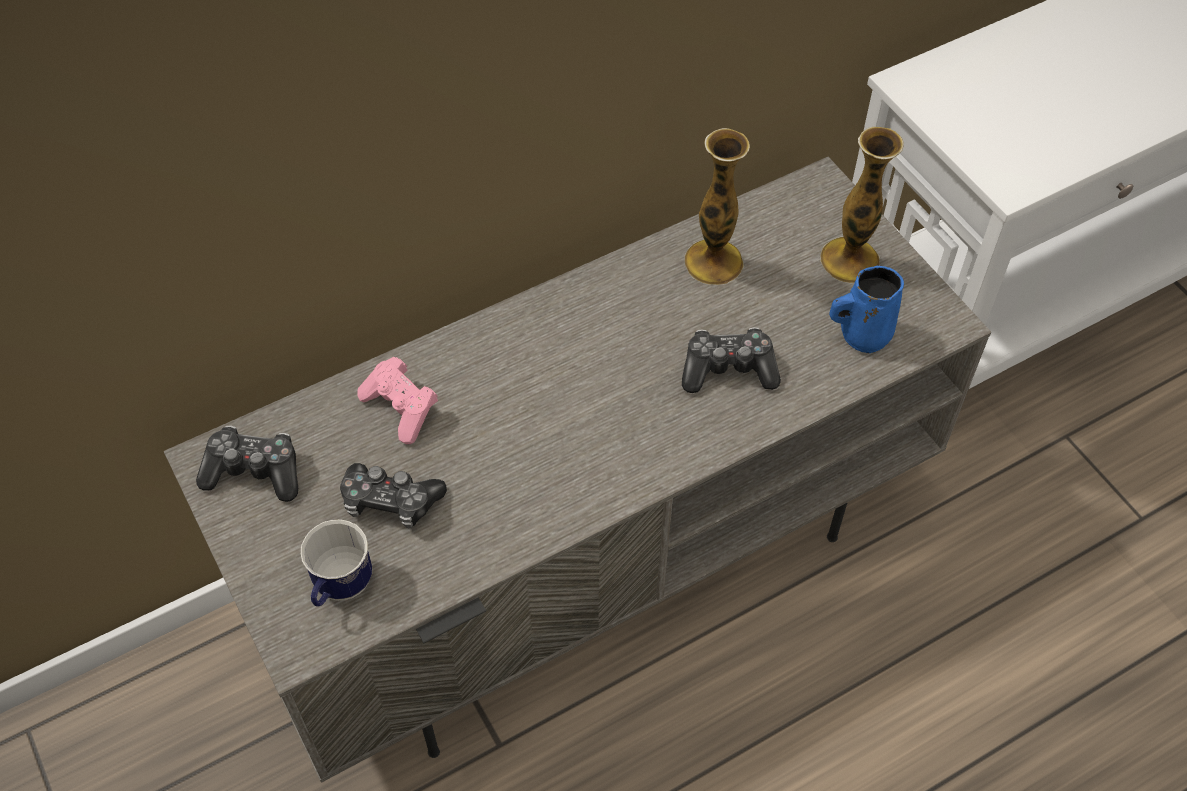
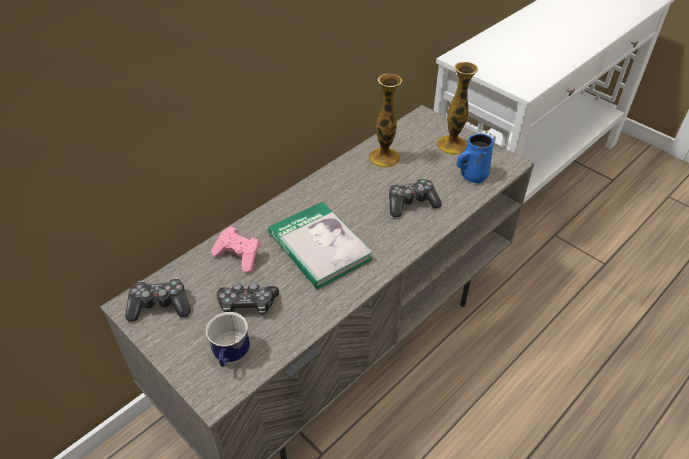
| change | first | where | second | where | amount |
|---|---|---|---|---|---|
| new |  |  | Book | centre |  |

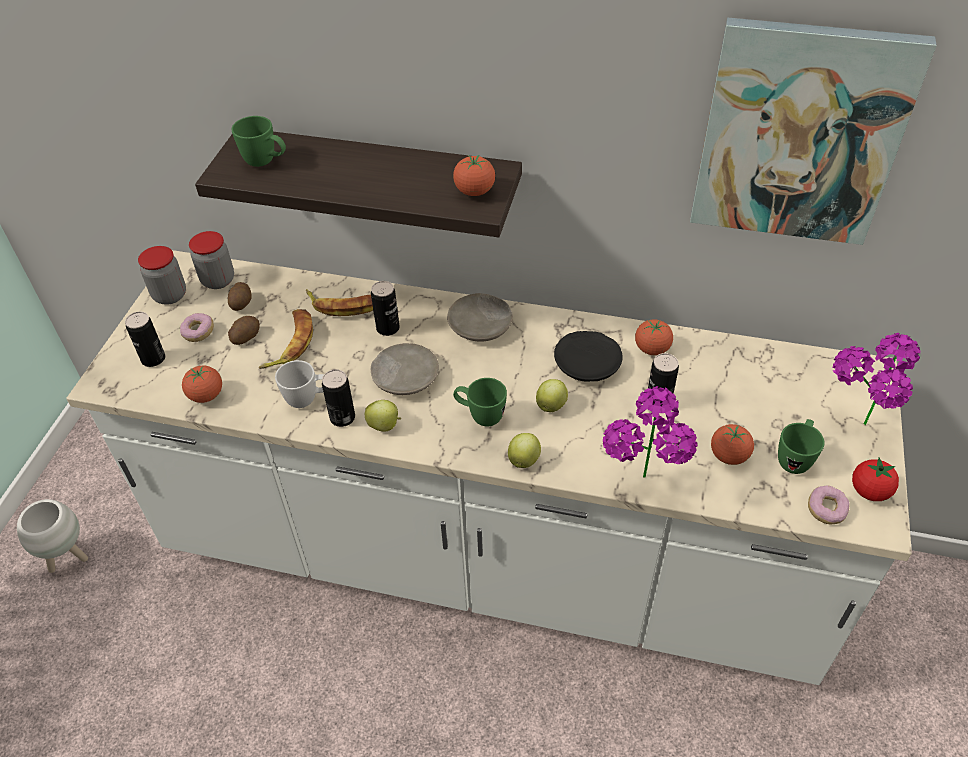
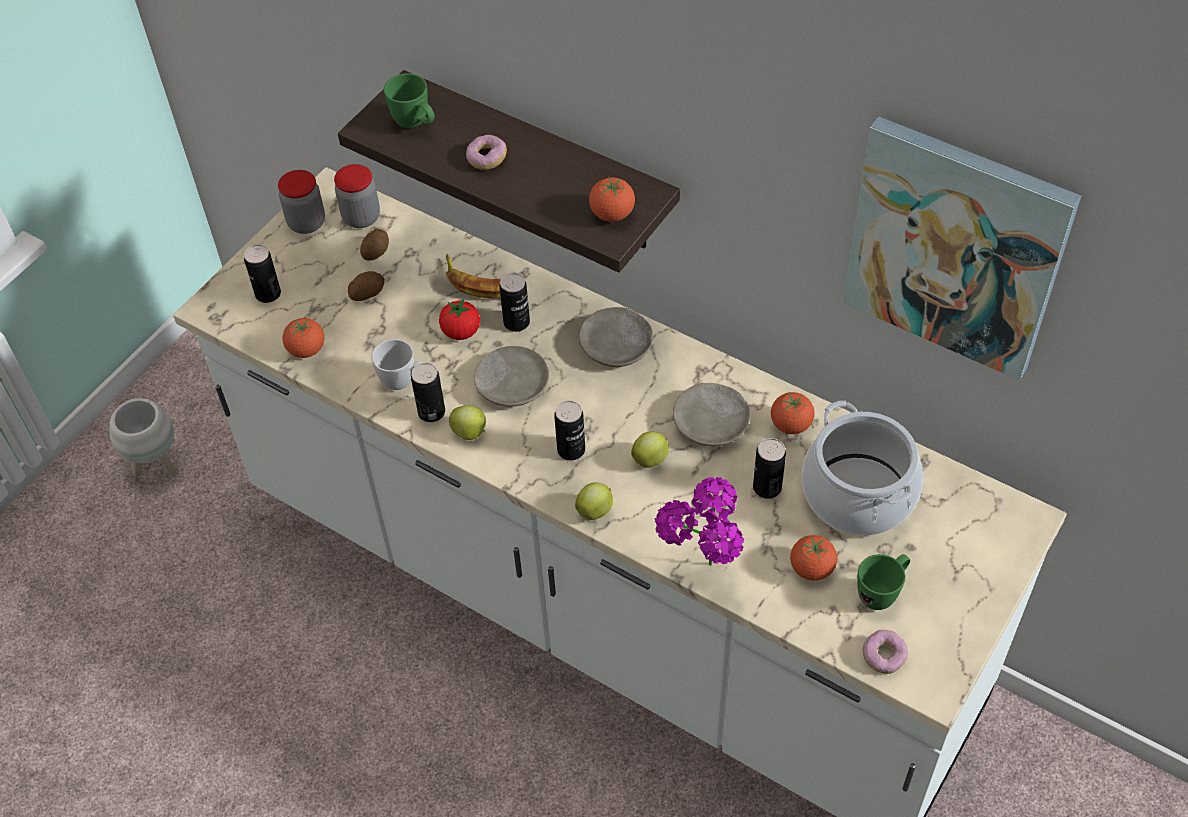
| change | first | where | second | where | amount |
|---|---|---|---|---|---|
| gone | Banana (no. 1 from left) | middle left |  |  |  |
| shifted | Doughnut (no. 1 from left) | middle left |  | top centre |  |
| repainted | BlackPlate | centre | BeigeColouredPlate (no. 3 from left) | centre |  |
| gone | Houseplant (no. 2 from left) | middle right |  |  |  |
| swapped | GreenishMug (no. 2 from left) | centre | MetalCan (no. 4 from left) | centre |  |
| shifted | Tomato (no. 5 from left in the first image) | middle right | Tomato (no. 2 from left) | centre |  |
| new |  |  | CookingPot | middle right |  |

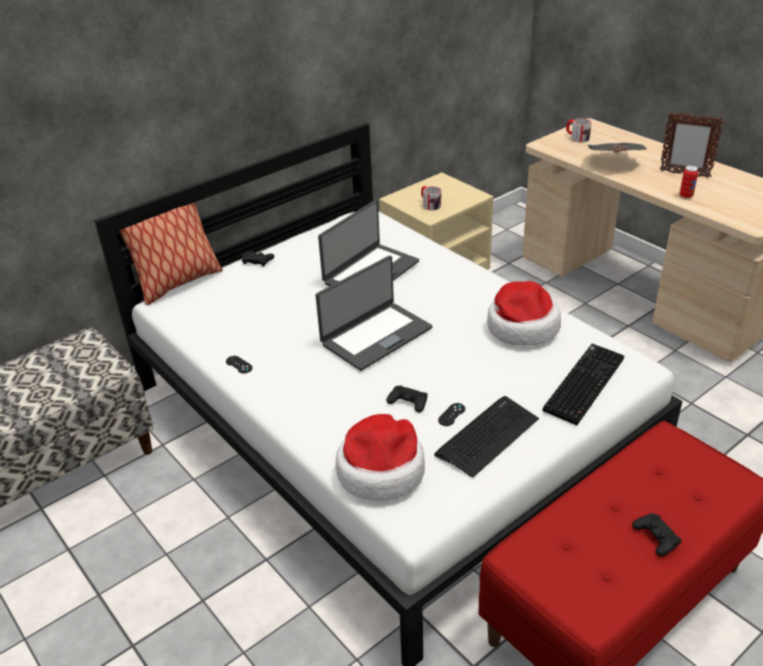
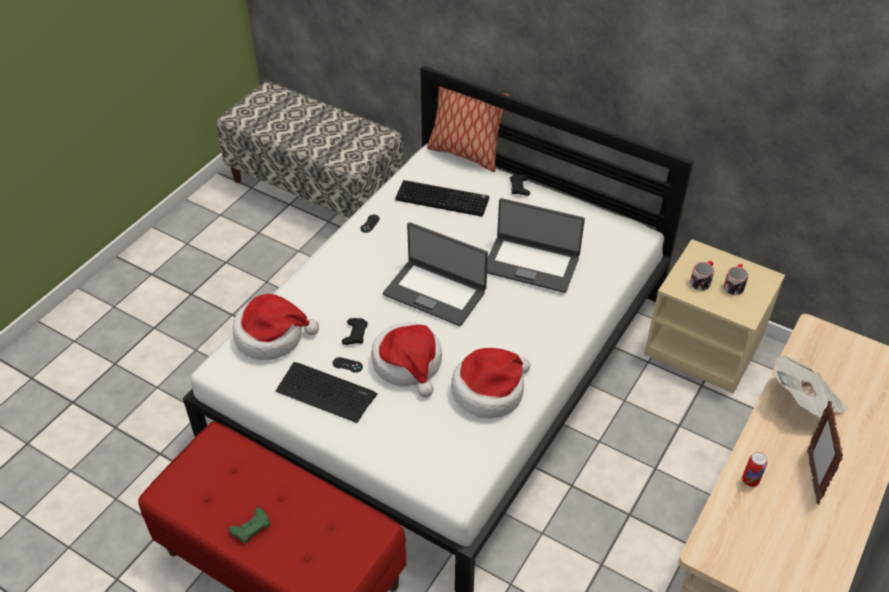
| change | first | where | second | where | amount |
|---|---|---|---|---|---|
| shifted | Mug (no. 2 from left) | top right |  | middle right |  |
| shifted | Keyboard (no. 2 from left) | middle right |  | centre |  |
| repainted | BlackGamepad (no. 5 from left) | bottom right | GreenishGamepad | bottom left |  |
| new |  |  | Hat (no. 2 from left) | centre |  |

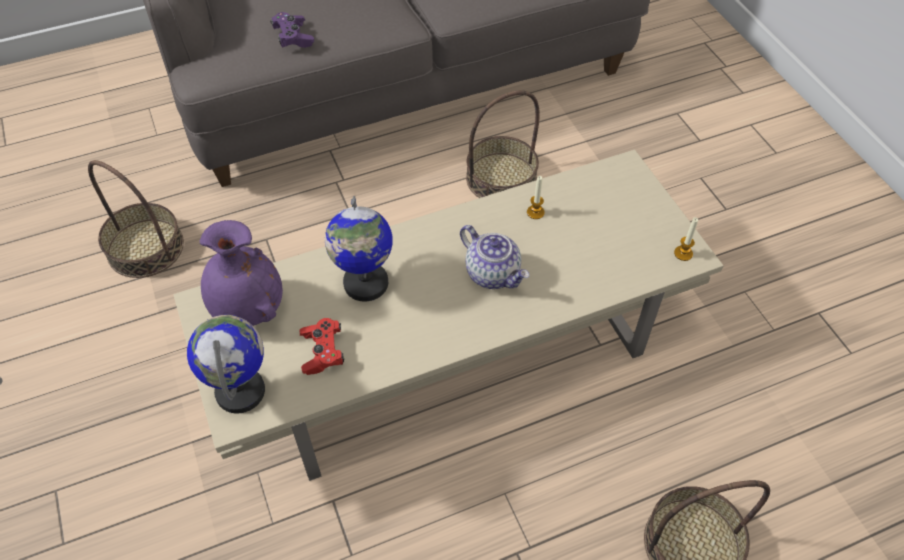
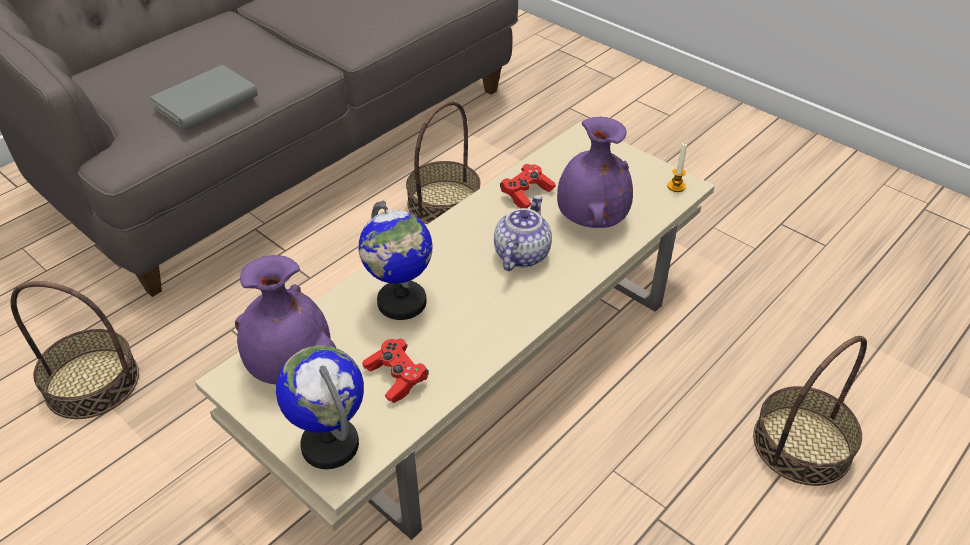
| change | first | where | second | where | amount |
|---|---|---|---|---|---|
| swapped | PurpleGamepad | top left | GreyBook | top left |  |
| swapped | WaxLight (no. 1 from left) | centre | RedGamepad (no. 2 from left) | centre |  |
| rotated | PotForTea | centre |  | centre | 90 degrees counterclockwise |
| new |  |  | PurpleDecorativeVase (no. 2 from left) | top centre |  |

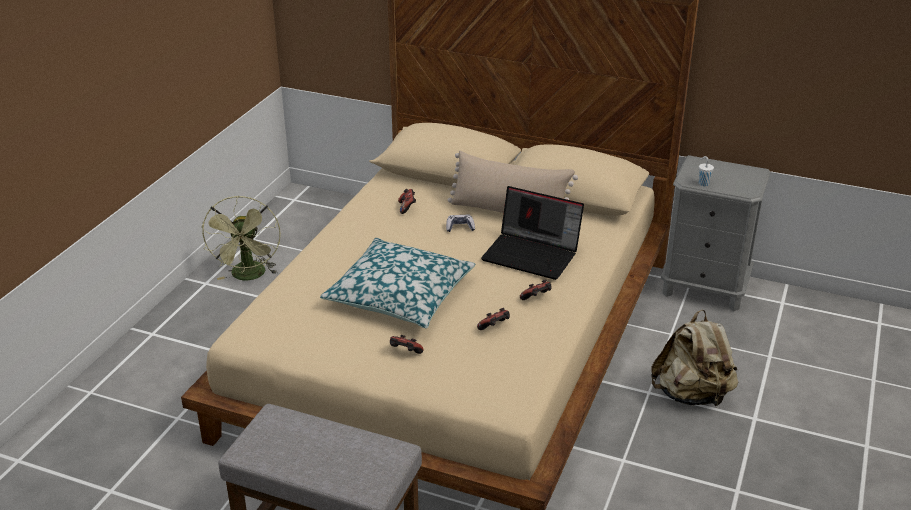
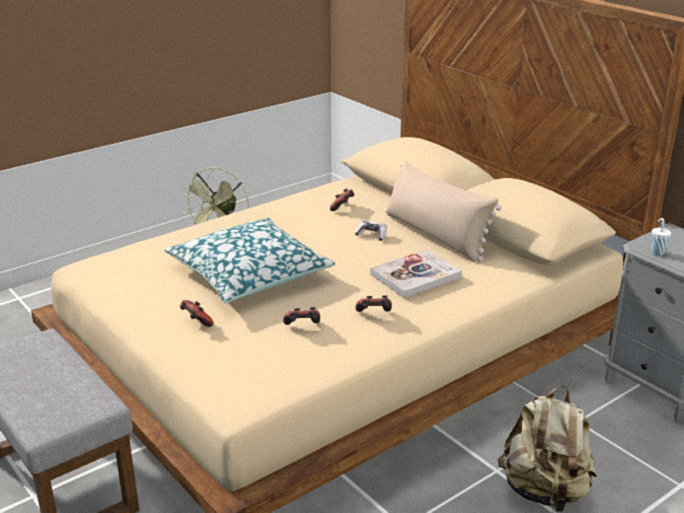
| change | first | where | second | where | amount |
|---|---|---|---|---|---|
| swapped | Laptop | centre | Book | centre |  |

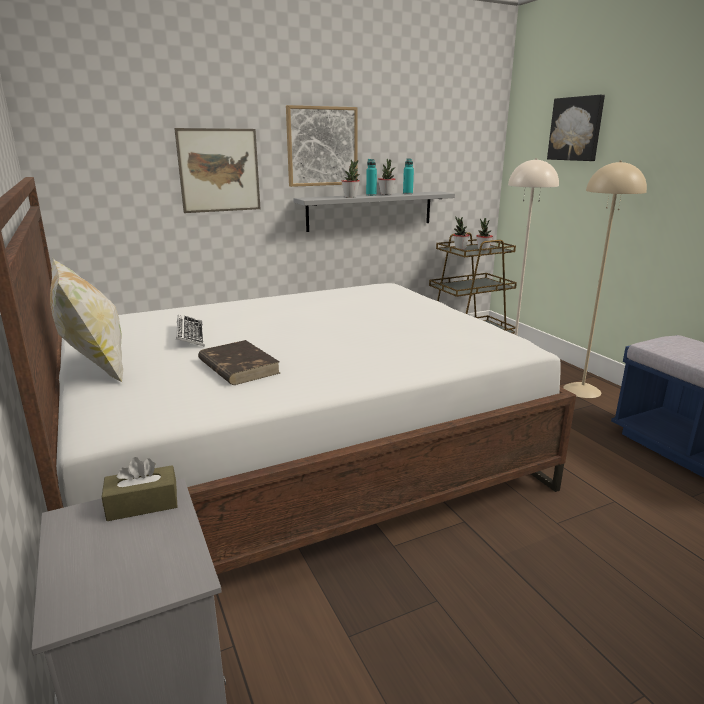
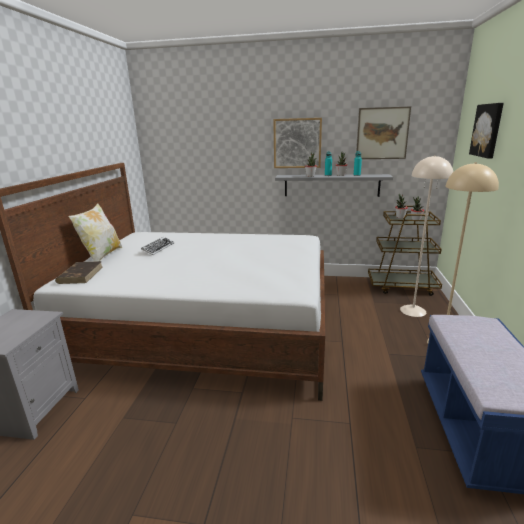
| change | first | where | second | where | amount |
|---|---|---|---|---|---|
| shifted | Picture (no. 1 from left in the first image) | top left | Picture (no. 2 from left) | top right |  |
| shifted | BrownBook | centre |  | middle left |  |
| gone | BrownTissueHolder | bottom left |  |  |  |

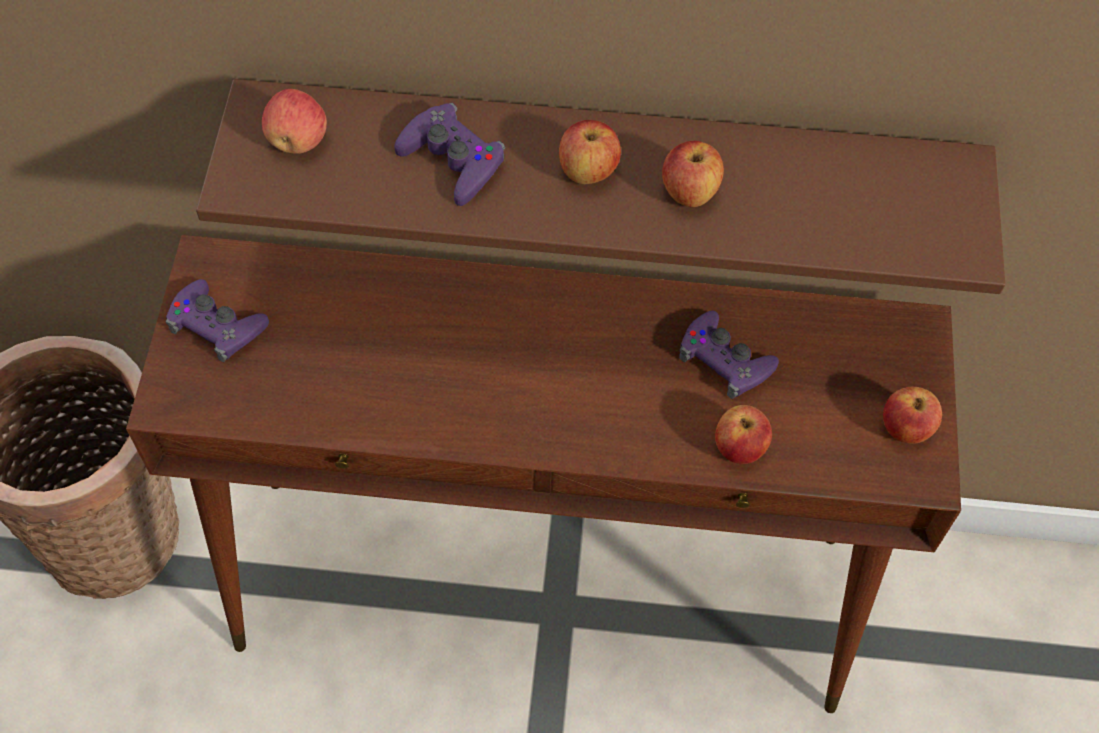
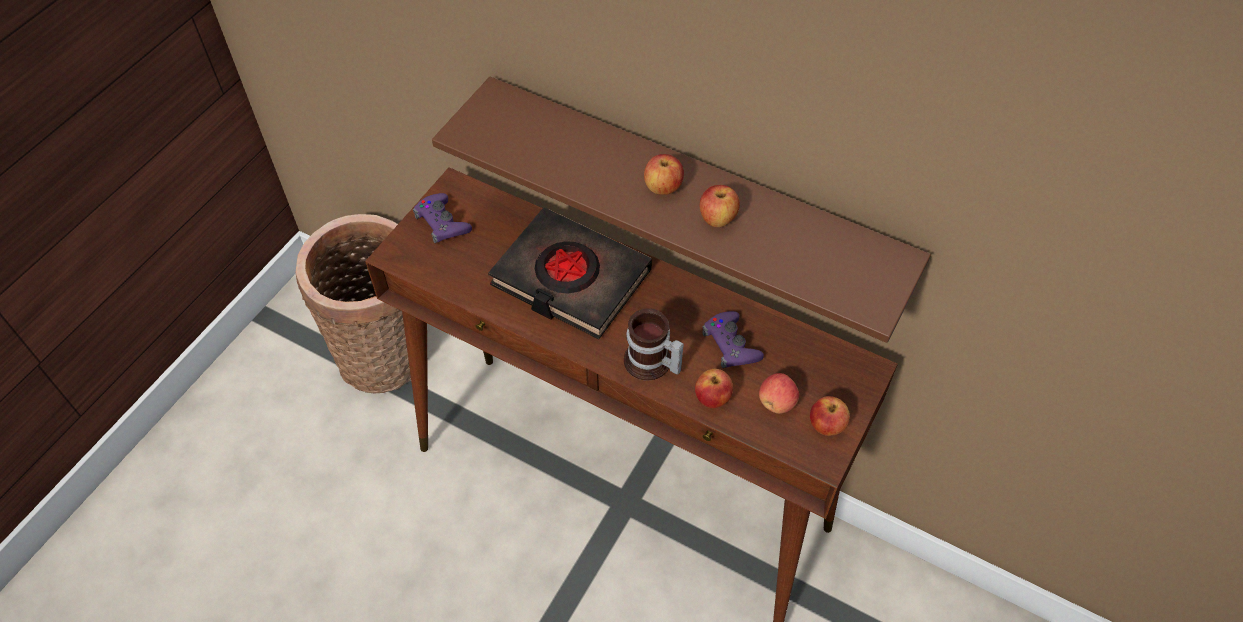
| change | first | where | second | where | amount |
|---|---|---|---|---|---|
| shifted | AppleFruit (no. 1 from left in the first image) | top left | AppleFruit (no. 4 from left) | centre |  |
| gone | PurpleGamepad (no. 2 from left) | top centre |  |  |  |
| new |  |  | BlackBook | centre |  |
| new |  |  | Mug | centre |  |

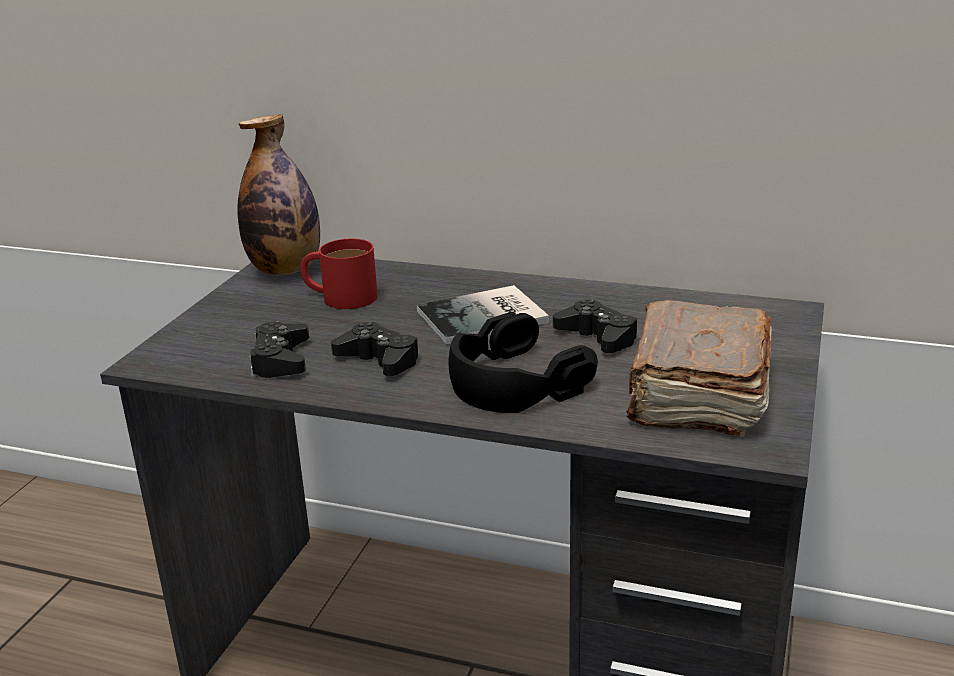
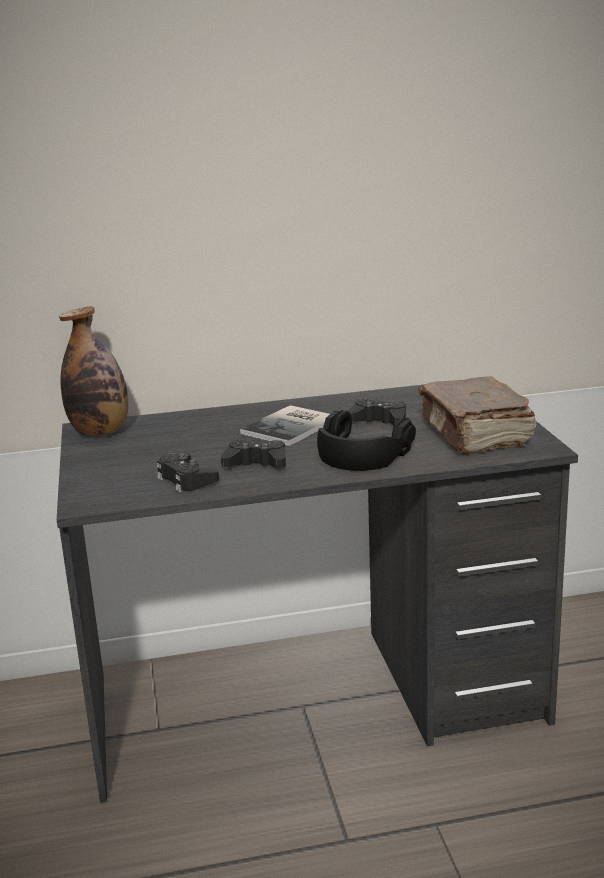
| change | first | where | second | where | amount |
|---|---|---|---|---|---|
| gone | RedMug | centre |  |  |  |

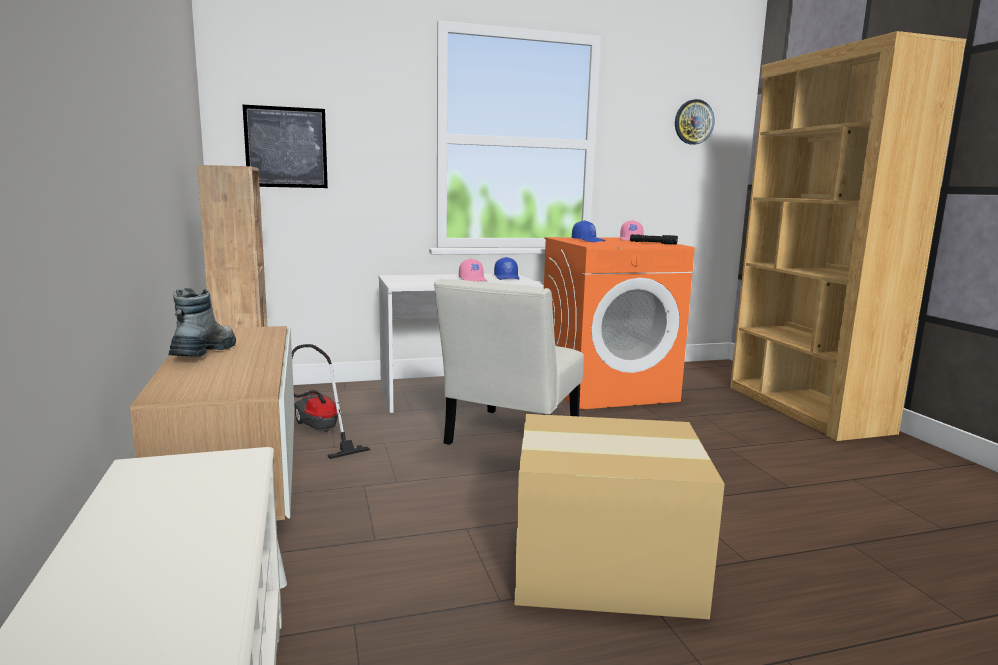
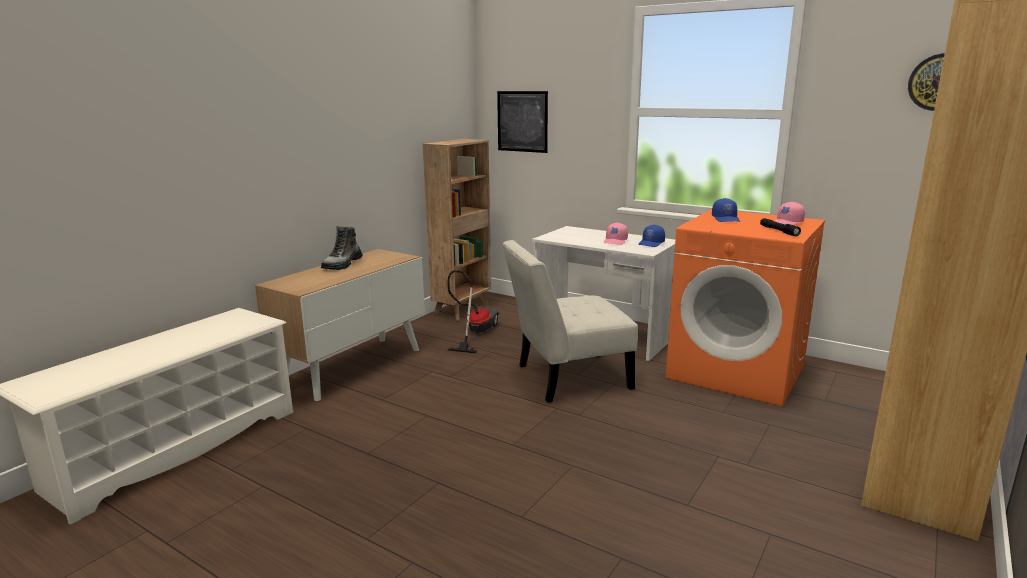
| change | first | where | second | where | amount |
|---|---|---|---|---|---|
| rotated | Boot | middle left |  | middle left | 150 degrees clockwise |
| gone | PackingBox | bottom centre |  |  |  |

